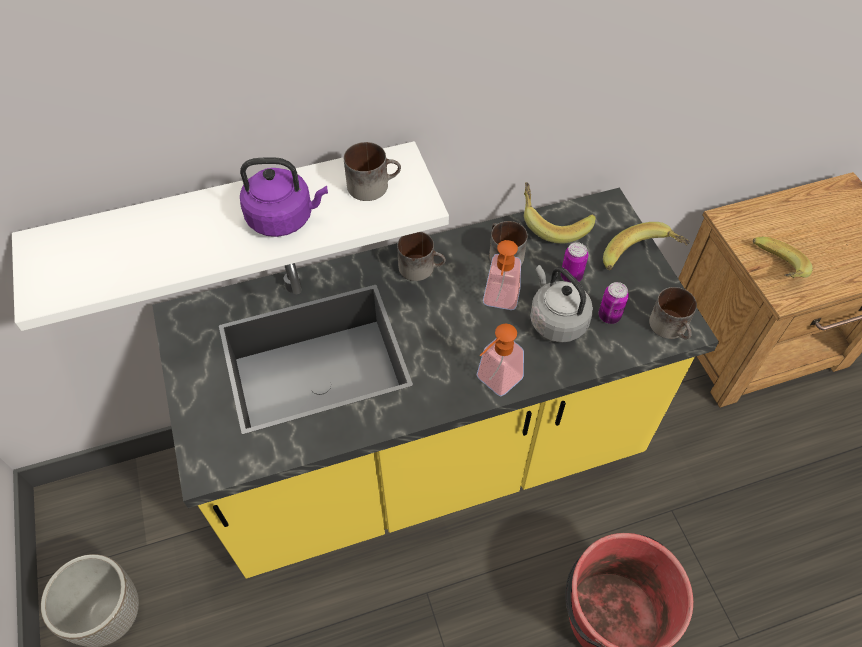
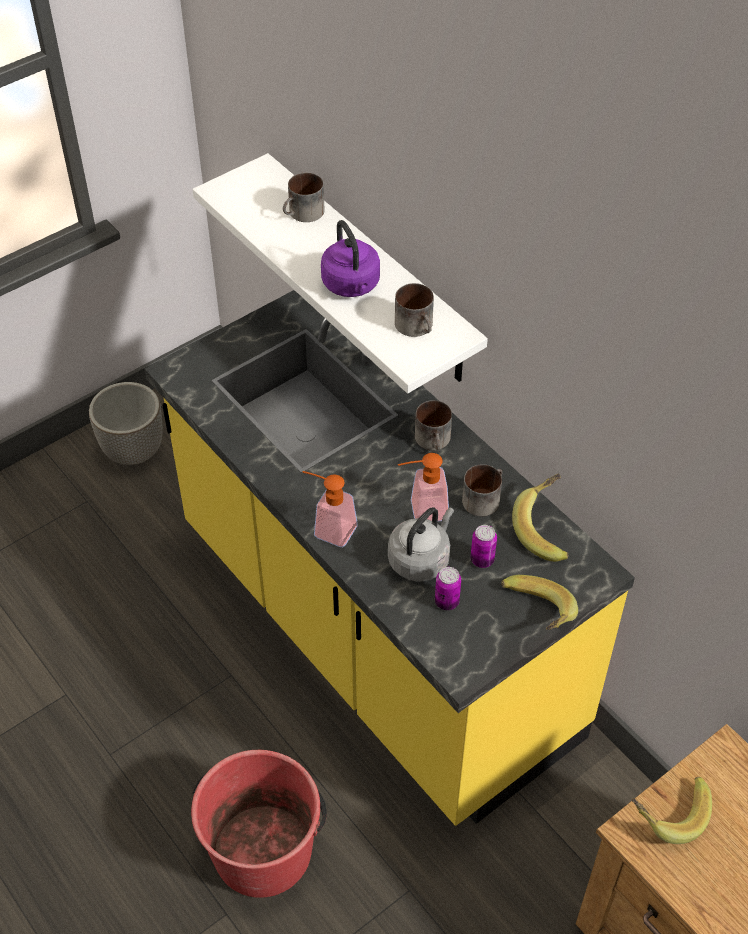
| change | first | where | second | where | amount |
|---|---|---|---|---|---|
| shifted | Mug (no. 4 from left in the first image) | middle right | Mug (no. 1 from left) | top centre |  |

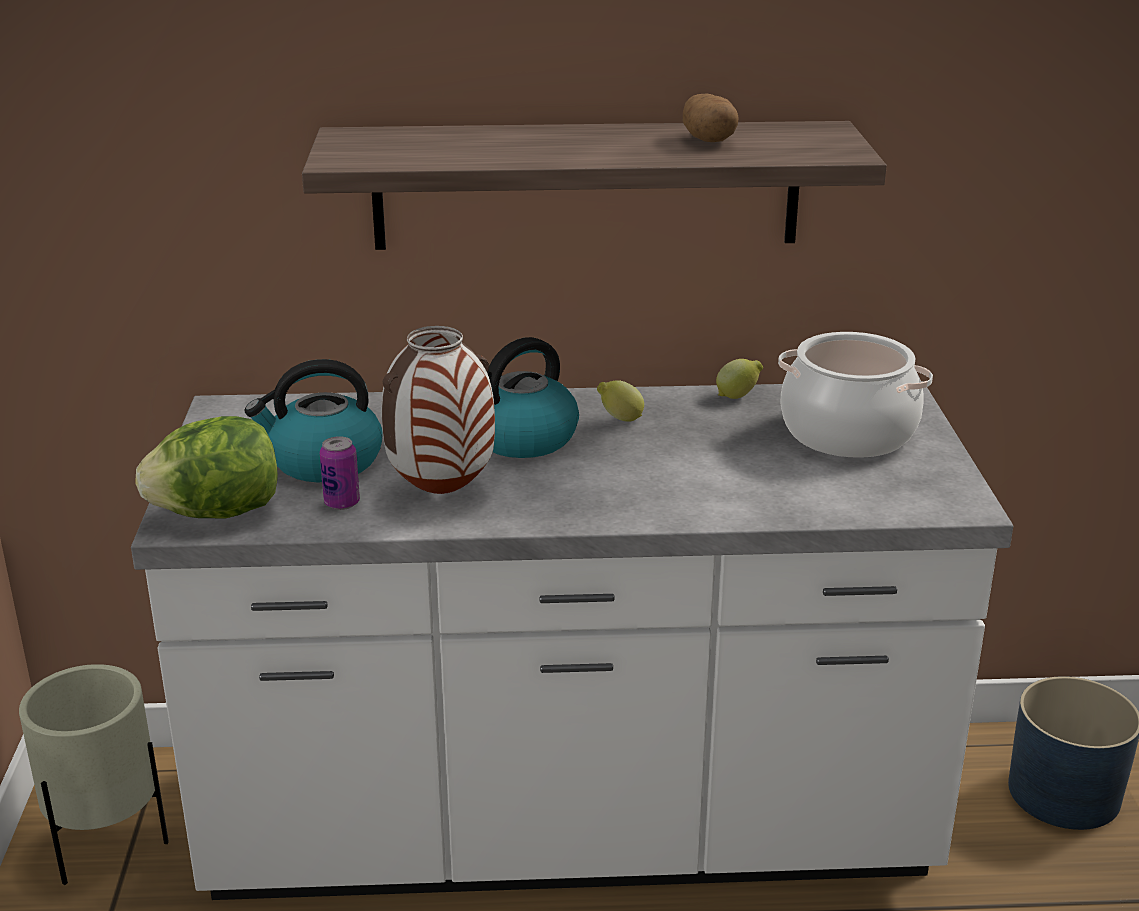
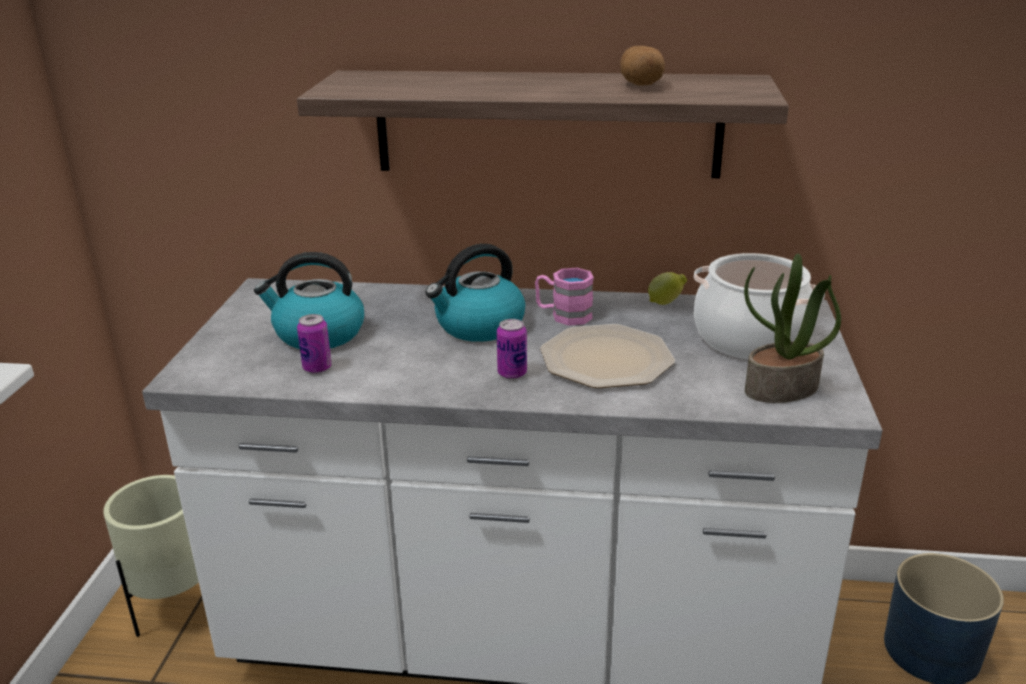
| change | first | where | second | where | amount |
|---|---|---|---|---|---|
| gone | DecorativeVase | centre |  |  |  |
| swapped | CitrusFruit (no. 1 from left) | centre | PinkishMug | centre |  |
| gone | HeadOfLettuce | middle left |  |  |  |
| new |  |  | Houseplant | middle right |  |
| new |  |  | MetalCan (no. 2 from left) | centre |  |
| new |  |  | Plate | centre |  |

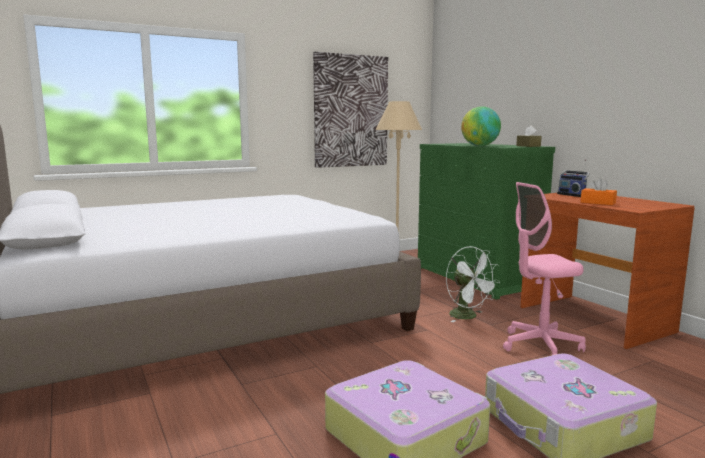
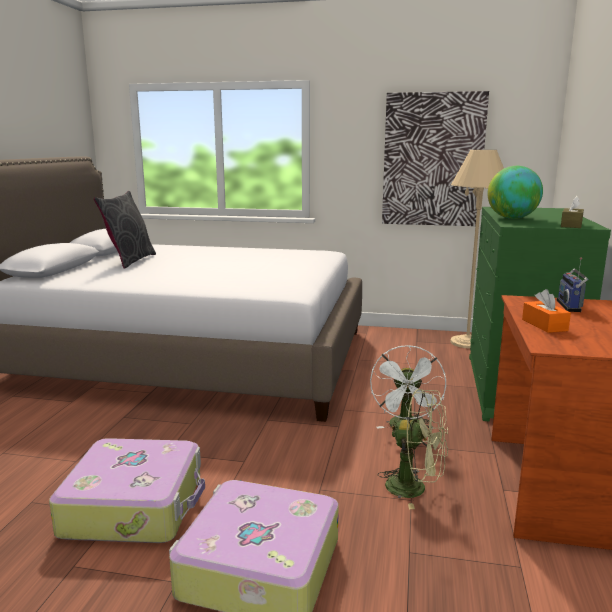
| change | first | where | second | where | amount |
|---|---|---|---|---|---|
| swapped | PinkishDeskChair | middle right | GreenishFan | bottom right |  |
| new |  |  | GreyCushion | middle left |  |

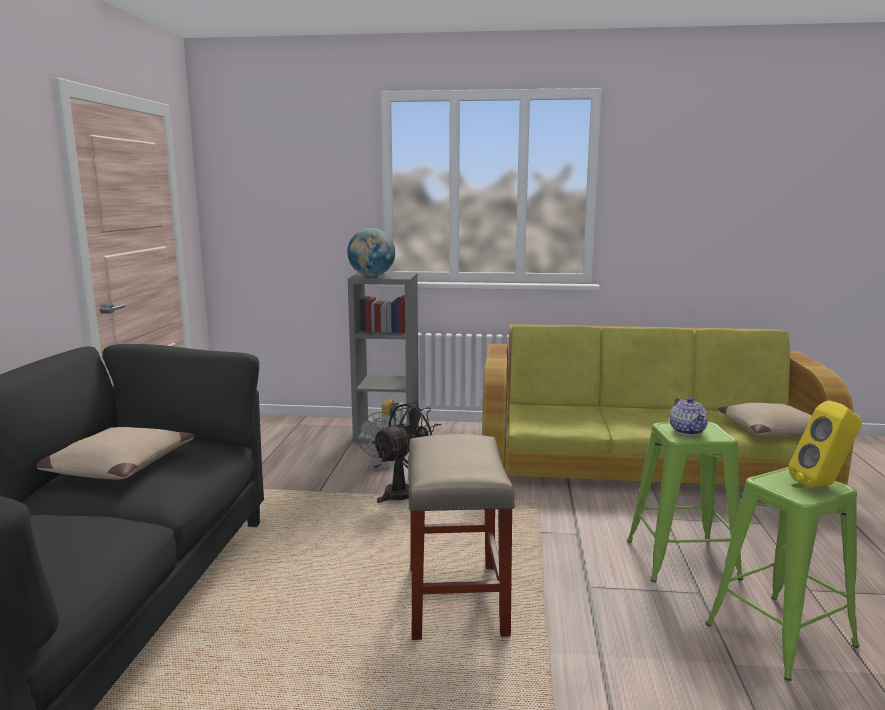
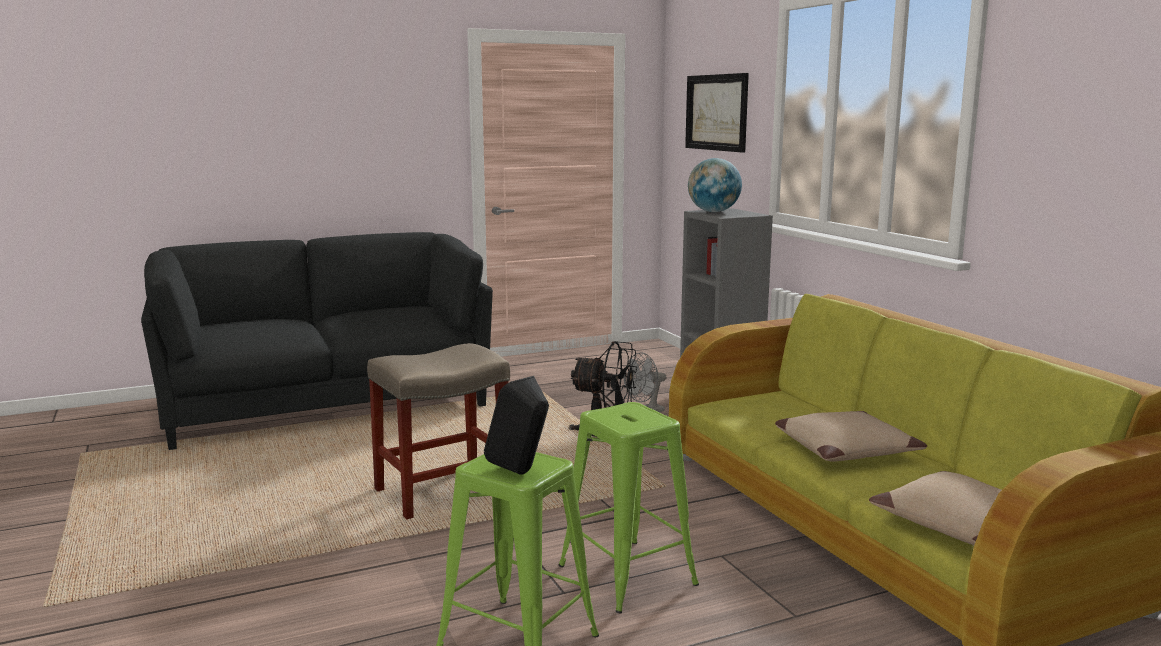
| change | first | where | second | where | amount |
|---|---|---|---|---|---|
| gone | PotForTea | middle right |  |  |  |
| repainted | YellowishLoudspeaker | middle right | BlackLoudspeaker | centre |  |
| shifted | BeigeColouredCushion (no. 1 from left) | middle left |  | bottom right |  |
| new |  |  | Picture | top centre |  |

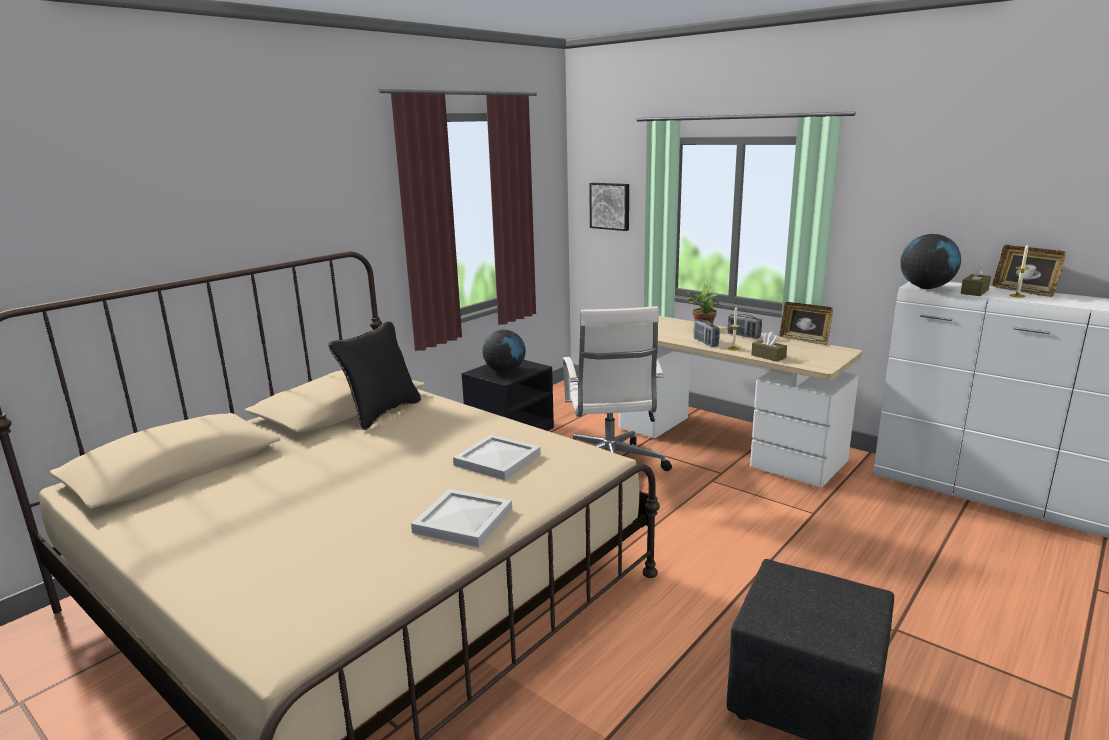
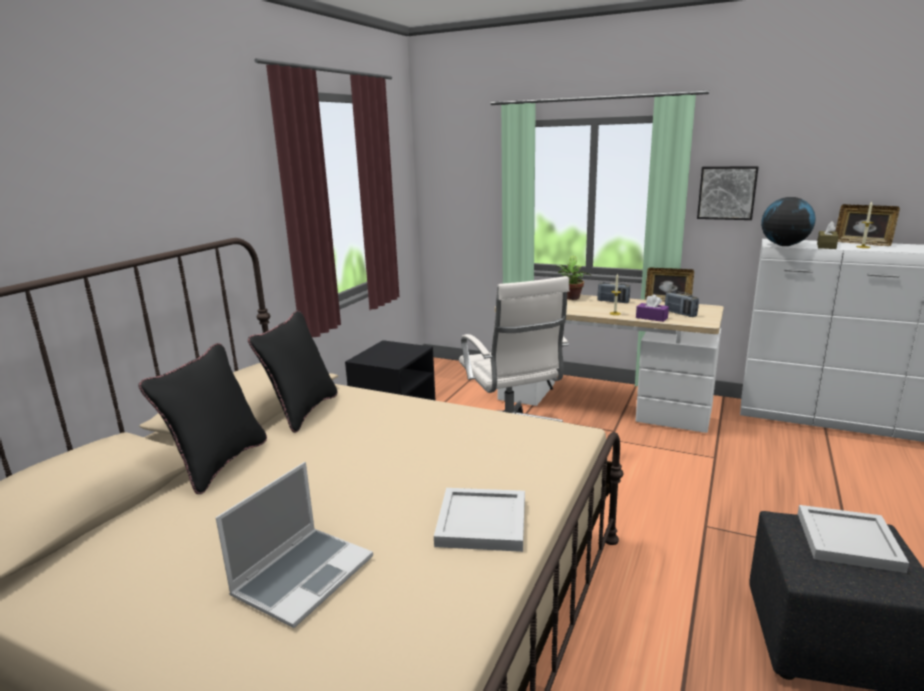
| change | first | where | second | where | amount |
|---|---|---|---|---|---|
| shifted | Picture | top centre |  | top right |  |
| shifted | RadioReceiver (no. 1 from left in the first image) | centre | RadioReceiver (no. 2 from left) | middle right |  |
| gone | WorldGlobe (no. 1 from left) | centre |  |  |  |
| repainted | BrownTissueHolder (no. 1 from left) | middle right | PurpleTissueHolder | middle right |  |
| shifted | WhiteCarryingTray (no. 2 from left) | centre |  | bottom right |  |
| new |  |  | BlackCushion (no. 1 from left) | middle left |  |
| new |  |  | Laptop | bottom left |  |

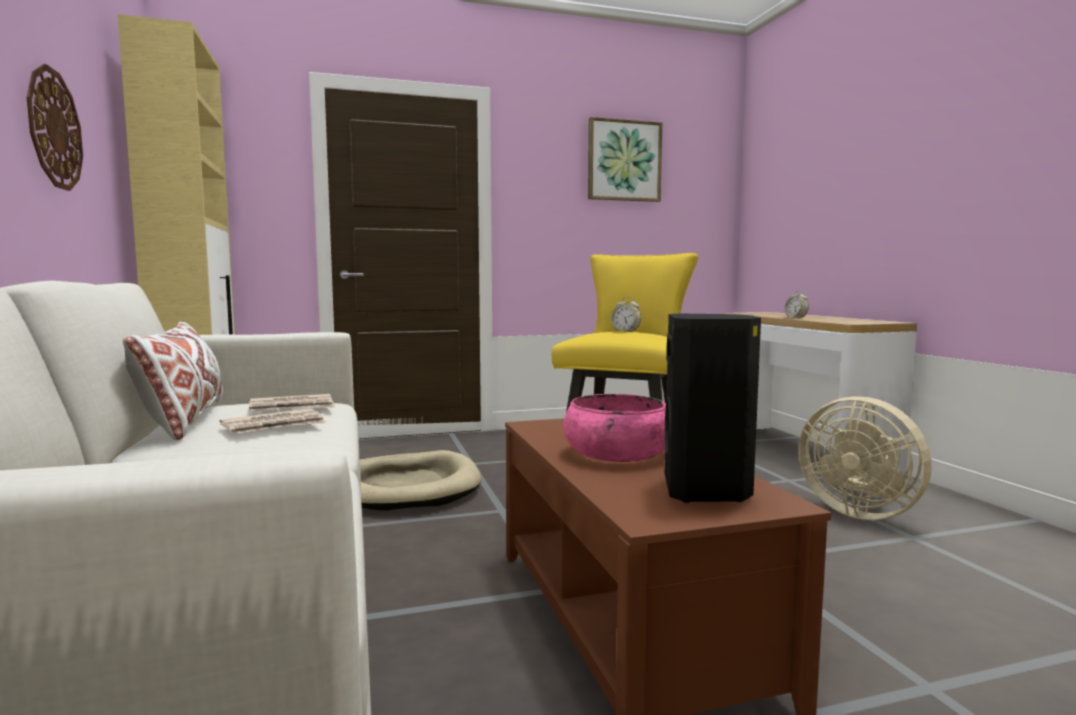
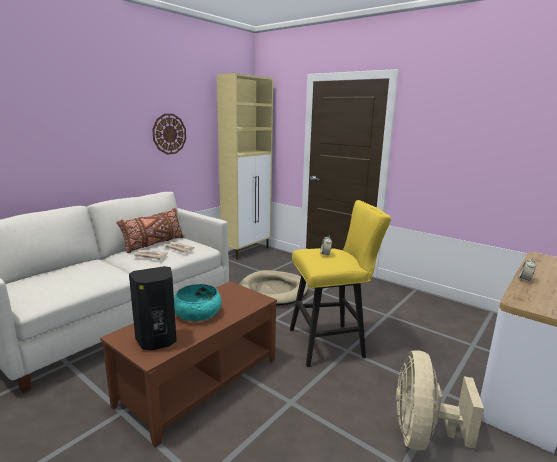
| change | first | where | second | where | amount |
|---|---|---|---|---|---|
| gone | Picture | top centre |  |  |  |
| repainted | WhiteCushion | middle left | BrownCushion | middle left |  |
| repainted | PinkishBowl | centre | BlueGreenBowl | centre |  |

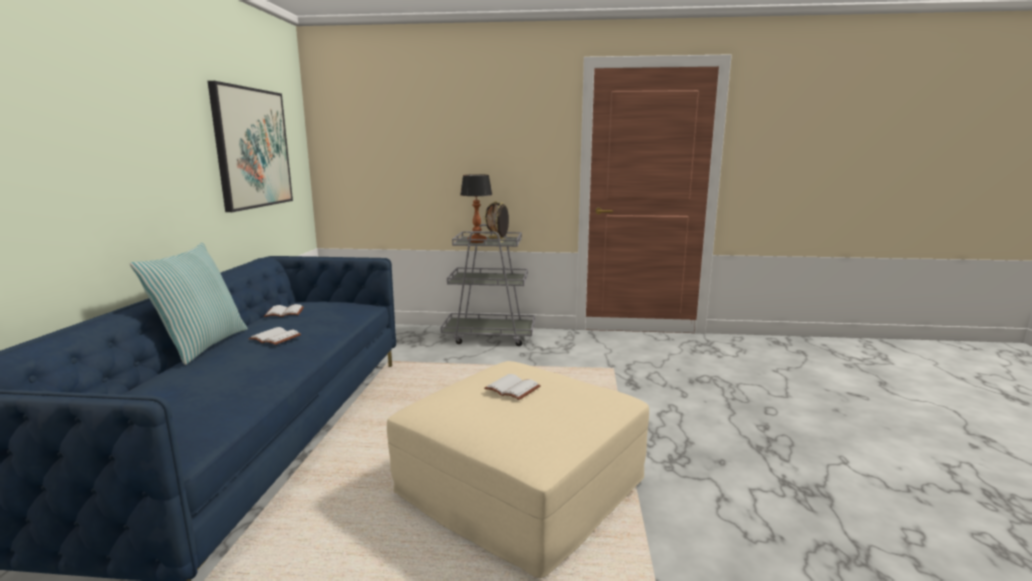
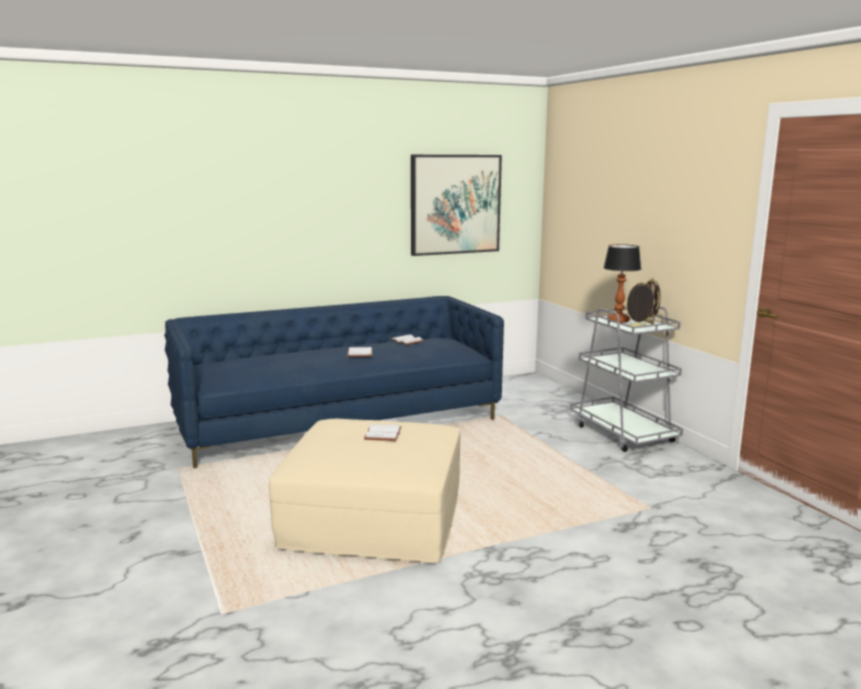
| change | first | where | second | where | amount |
|---|---|---|---|---|---|
| gone | Cushion | middle left |  |  |  |

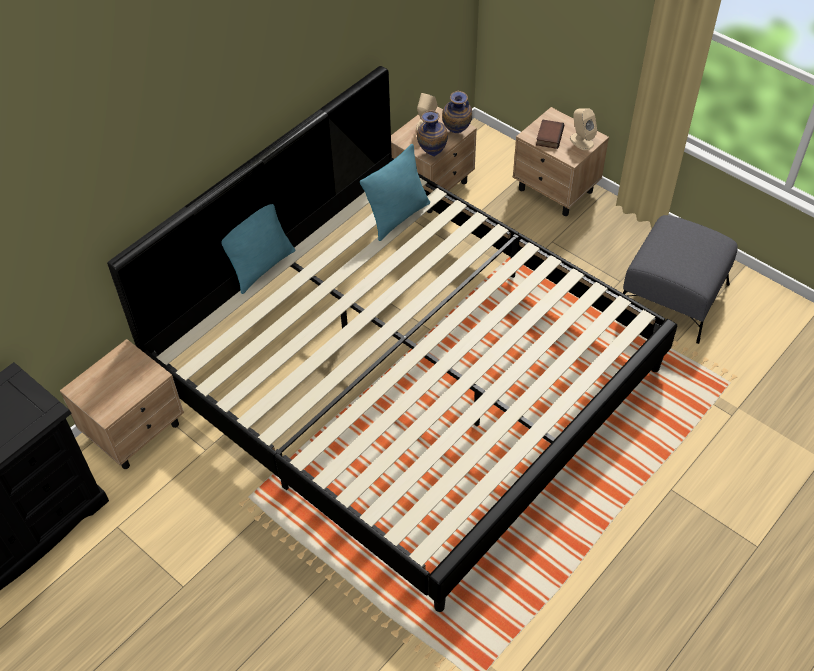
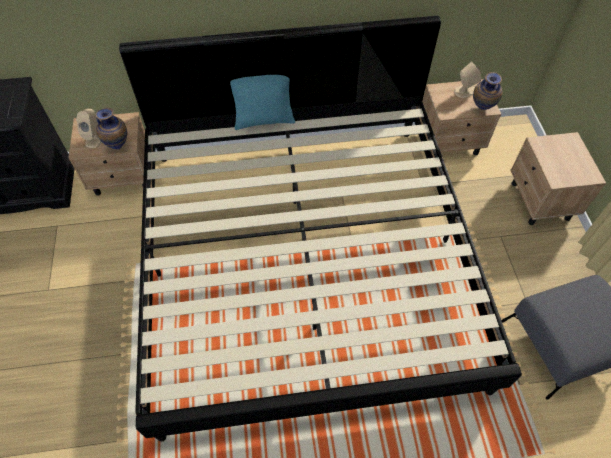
| change | first | where | second | where | amount |
|---|---|---|---|---|---|
| shifted | BeigeColouredLoudspeaker (no. 2 from left in the first image) | top right | BeigeColouredLoudspeaker (no. 1 from left) | top left |  |
| shifted | DecorativeVase (no. 1 from left) | top centre |  | top left |  |
| gone | Book | top right |  |  |  |
| gone | BlueGreenCushion (no. 2 from left) | top centre |  |  |  |

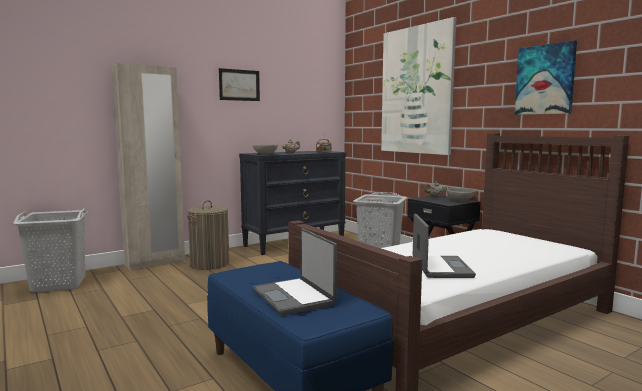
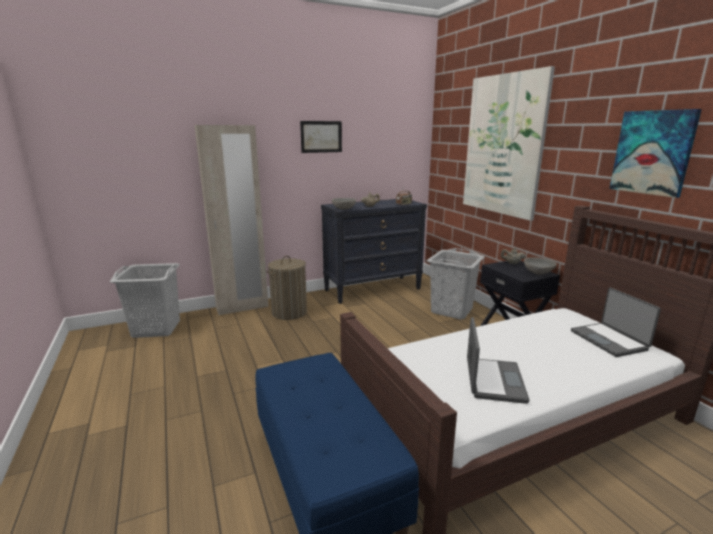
| change | first | where | second | where | amount |
|---|---|---|---|---|---|
| shifted | Laptop (no. 1 from left in the first image) | bottom centre | Laptop (no. 2 from left) | middle right |  |

